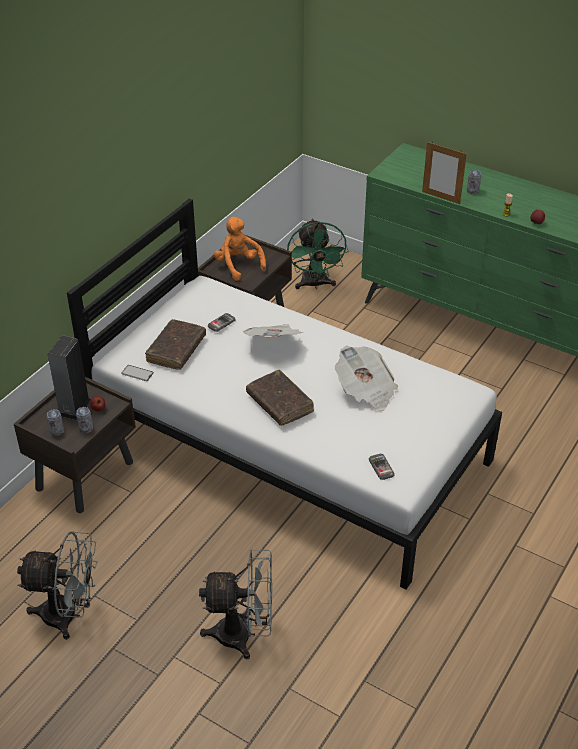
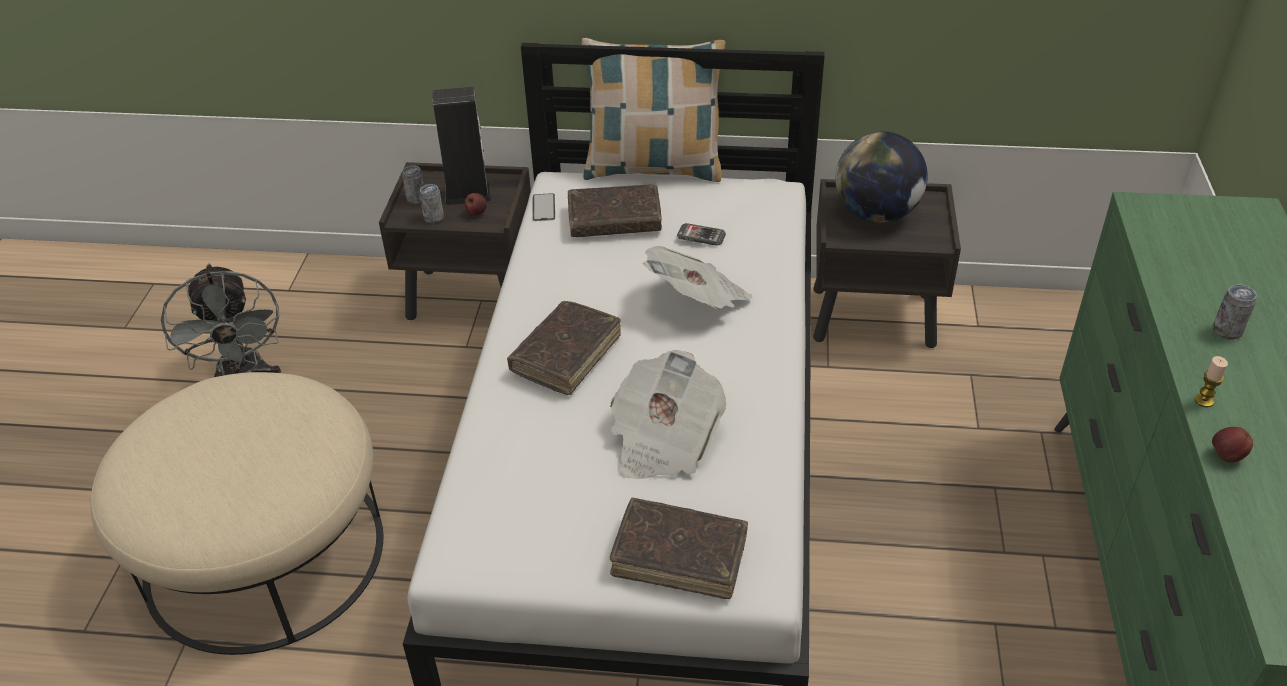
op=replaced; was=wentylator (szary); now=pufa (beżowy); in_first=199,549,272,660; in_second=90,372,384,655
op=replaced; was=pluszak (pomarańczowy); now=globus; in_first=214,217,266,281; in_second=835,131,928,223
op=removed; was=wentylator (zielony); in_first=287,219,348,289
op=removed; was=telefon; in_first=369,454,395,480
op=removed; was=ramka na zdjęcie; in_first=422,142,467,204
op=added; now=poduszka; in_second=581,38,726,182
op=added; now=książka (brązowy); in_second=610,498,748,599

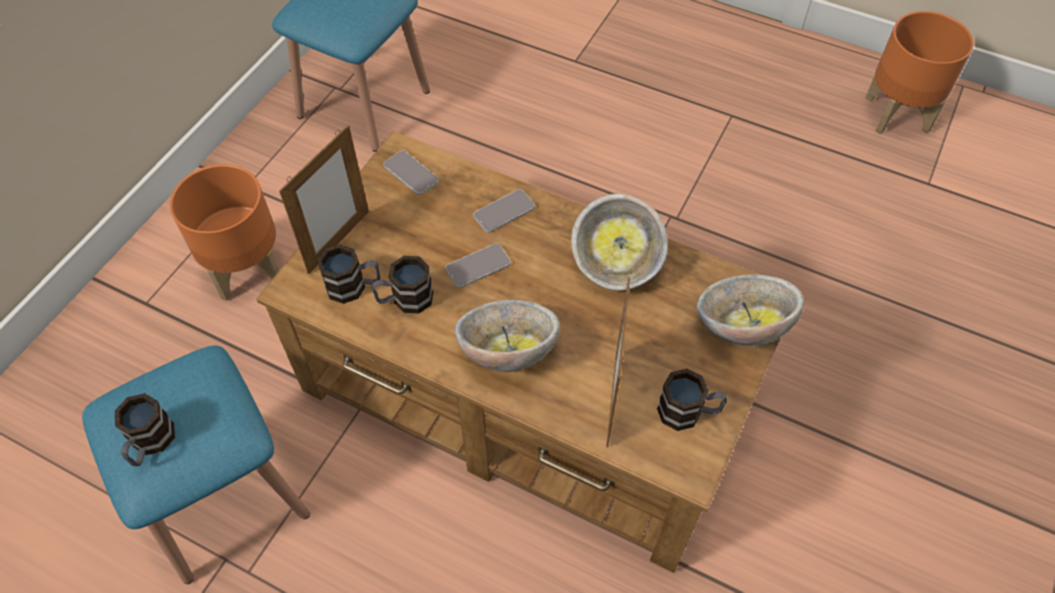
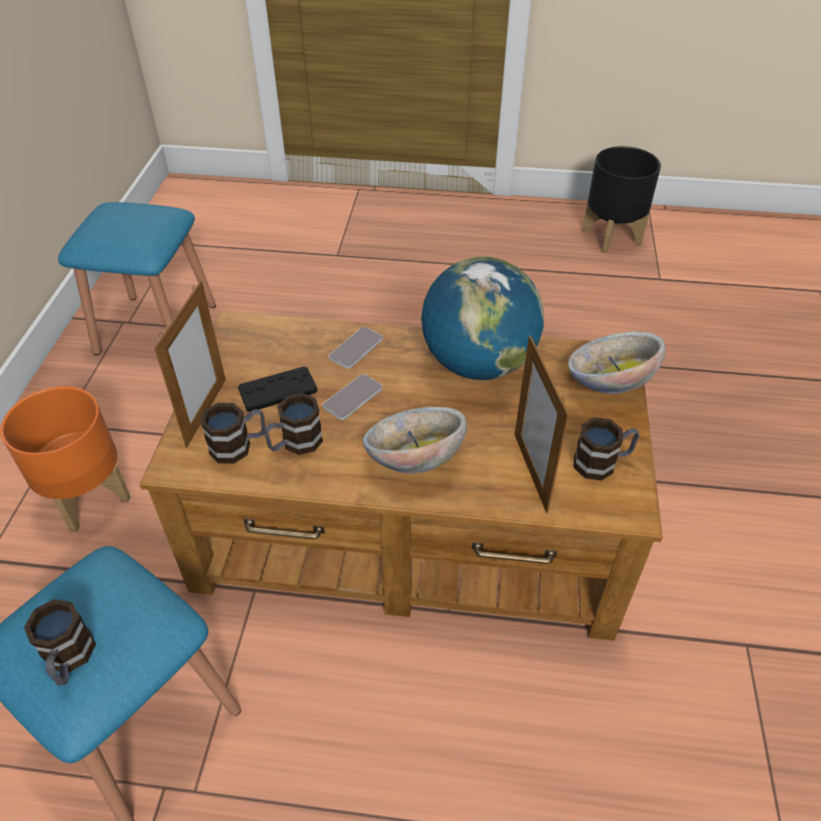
op=removed; was=telefon; in_first=383,150,439,195
op=replaced; was=miska; now=globus; in_first=571,194,668,291; in_second=421,256,544,380
op=recoloured; was=donica (pomarańczowy); now=donica (czarny); in_first=865,11,974,134; in_second=582,146,661,254
op=added; now=pad do gier (czarny); in_second=238,366,317,412

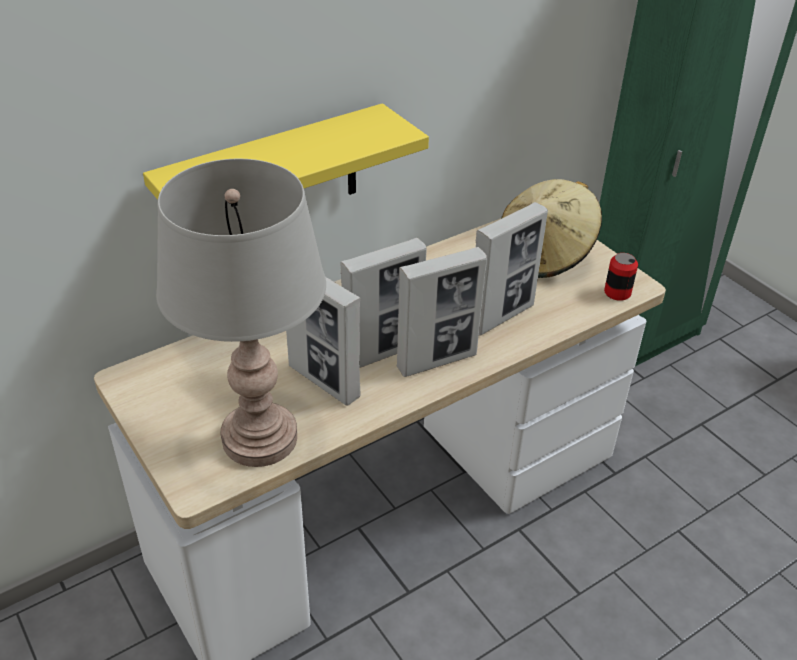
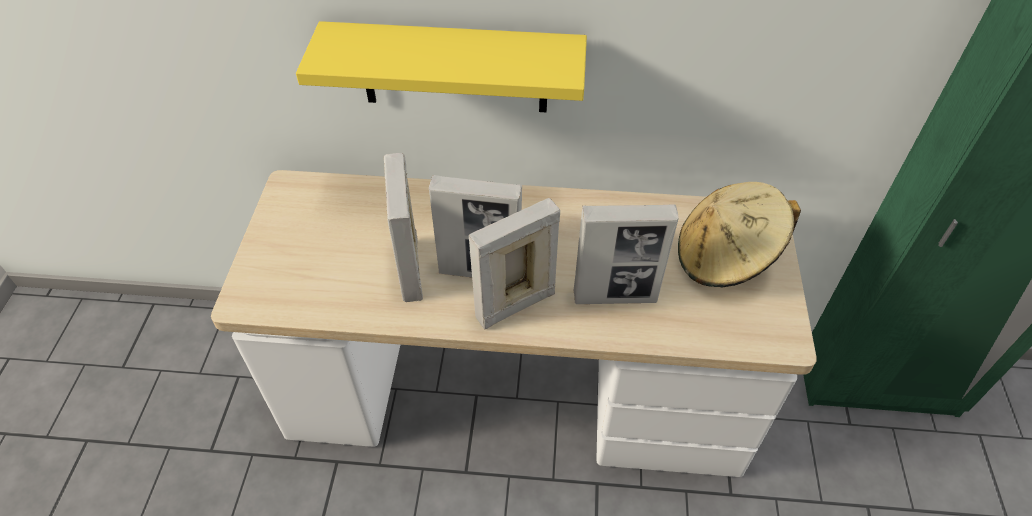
op=removed; was=lampa stołowa (szary); in_first=156,159,326,467
op=turned; was=ramka na zdjęcie; in_first=397,247,487,377; in_second=469,198,560,330; clockwise=135
op=removed; was=puszka; in_first=604,253,638,301

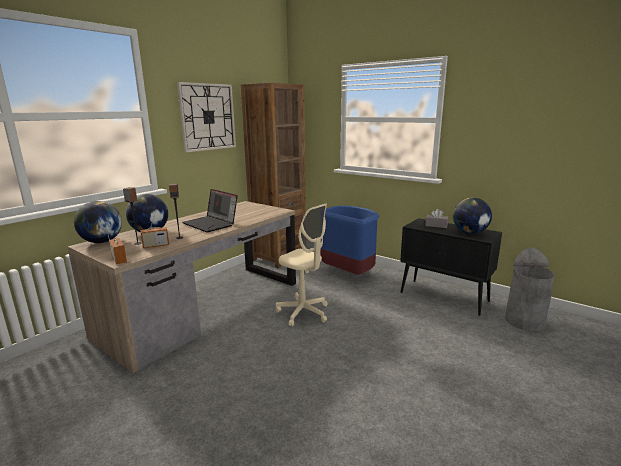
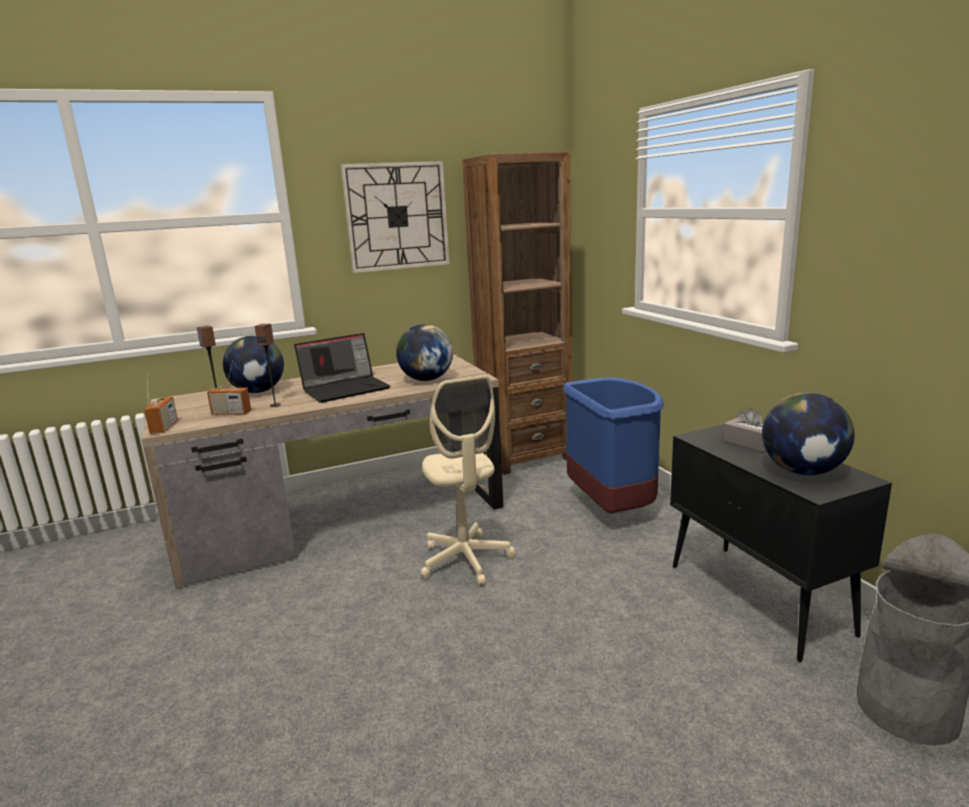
op=moved; was=globus; in_first=74,201,122,243; in_second=396,324,453,381
op=turned; was=laptop; in_first=182,189,238,232; in_second=294,333,390,403; clockwise=-105

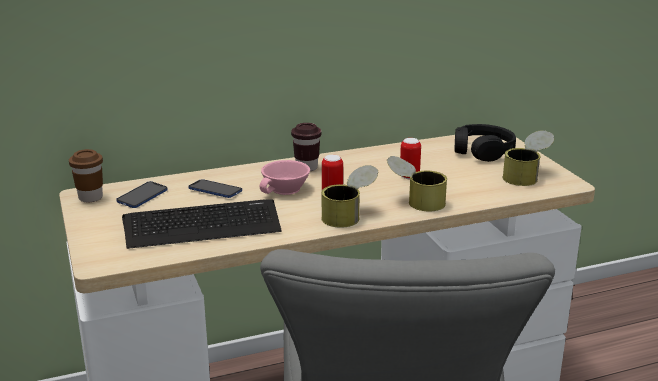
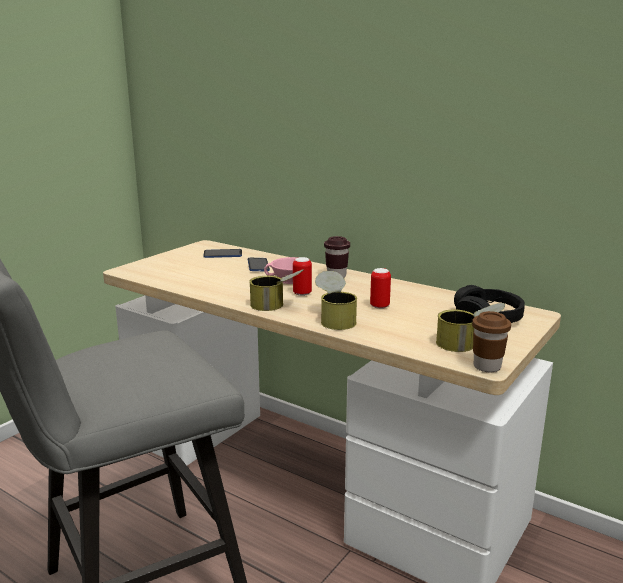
op=moved; was=filiżanka (brązowy); in_first=69,149,103,202; in_second=472,311,511,372
op=removed; was=klawiatura; in_first=122,199,281,249

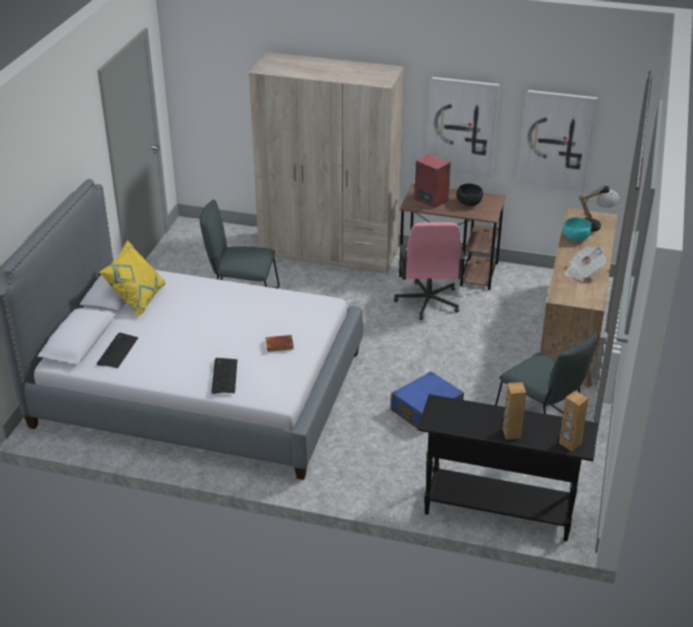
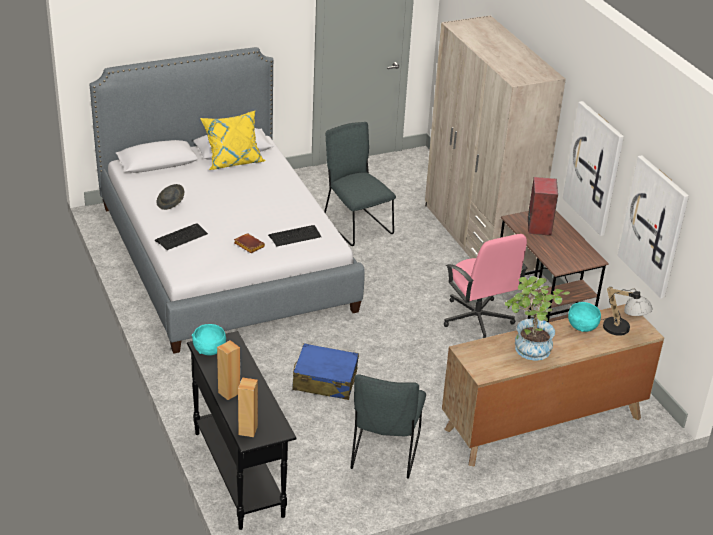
op=moved; was=klawiatura; in_first=97,333,138,368; in_second=268,225,321,246
op=turned; was=krzesło biurowe (różowy); in_first=394,222,465,320; in_second=444,234,528,338; clockwise=-75
op=removed; was=miska (czarny); in_first=457,183,483,206
op=replaced; was=gazeta; now=roślina doniczkowa; in_first=565,246,606,280; in_second=505,276,570,361
op=added; now=kapelusz (szary); in_second=157,184,184,210
op=added; now=miska (turkusowy); in_second=192,324,226,356

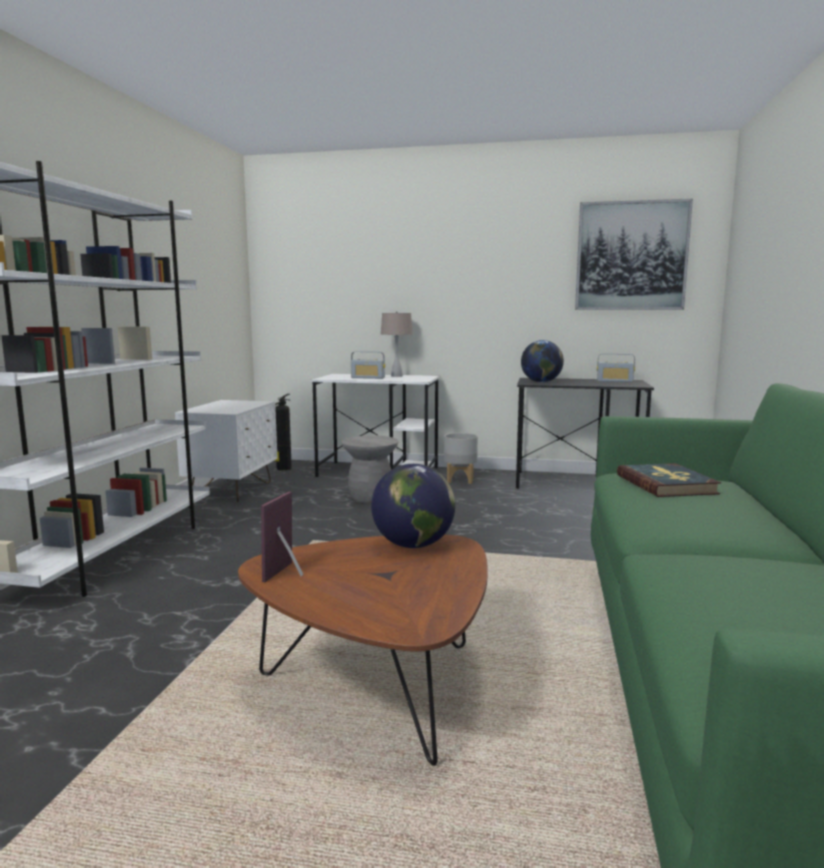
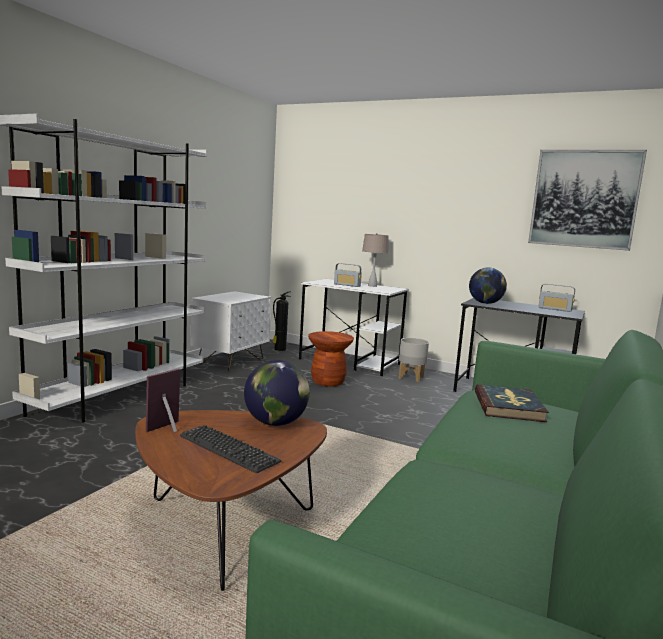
op=recoloured; was=stołek (szary); now=stołek (brązowy); in_first=341,435,399,503; in_second=308,331,354,387
op=added; now=klawiatura; in_second=180,425,281,473

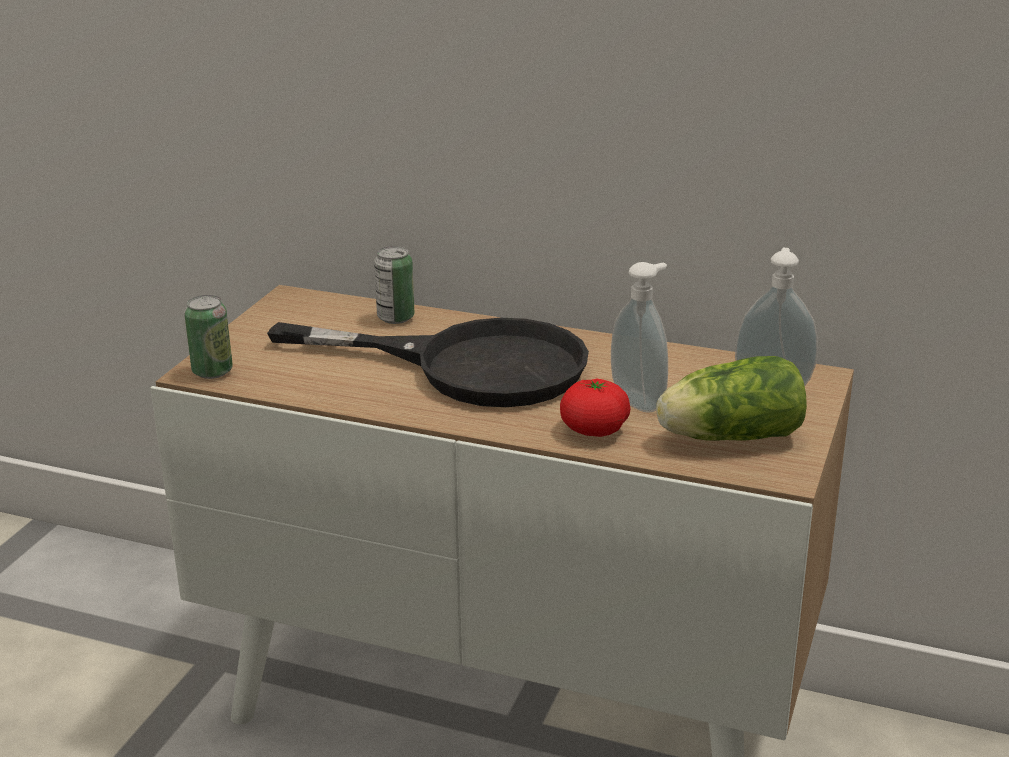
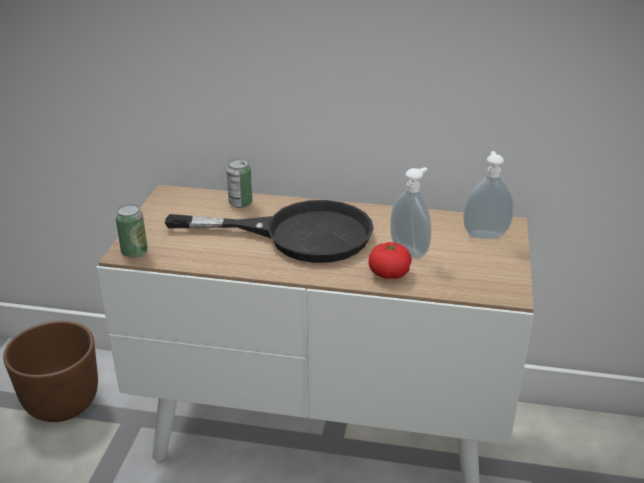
op=removed; was=sałata; in_first=656,356,807,441
op=added; now=donica (brązowy); in_second=3,321,98,422

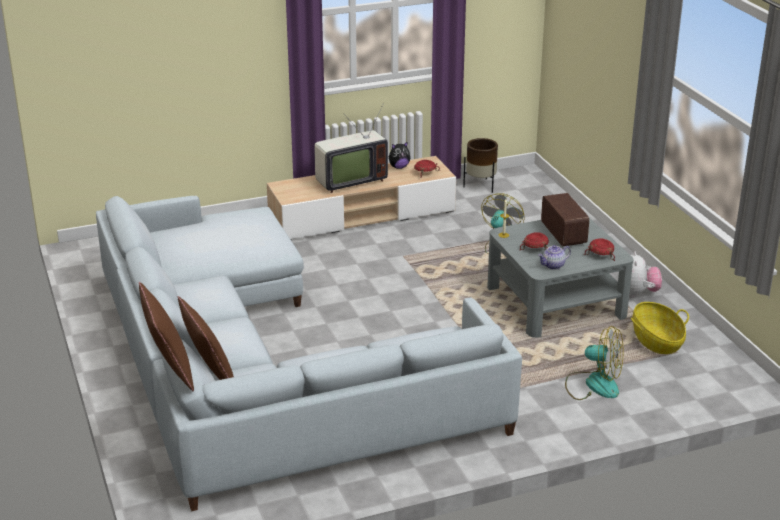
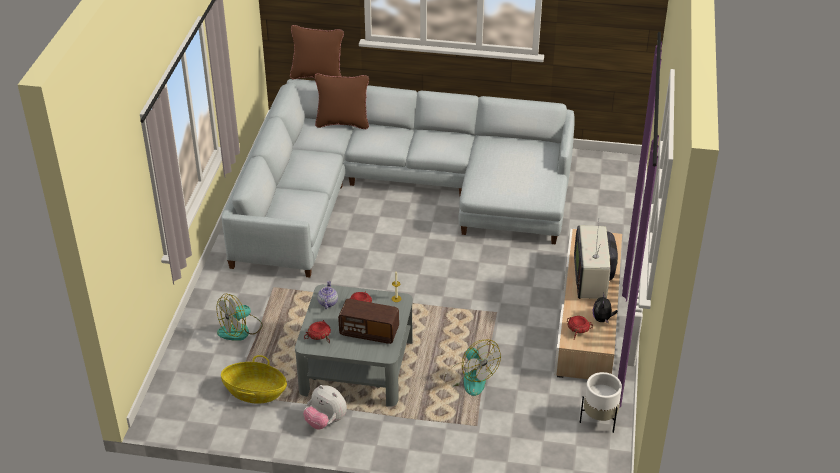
op=recoloured; was=donica (brązowy); now=donica (biały); in_first=463,138,498,193; in_second=580,372,622,433

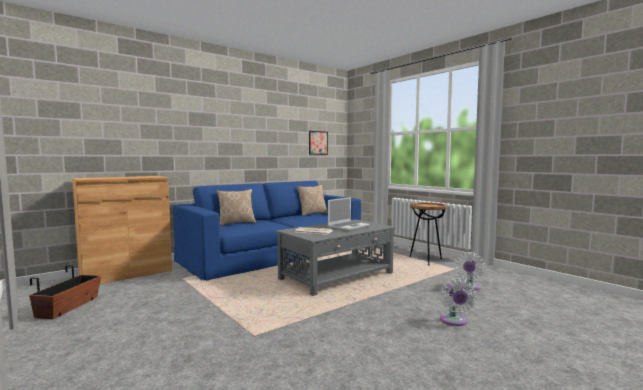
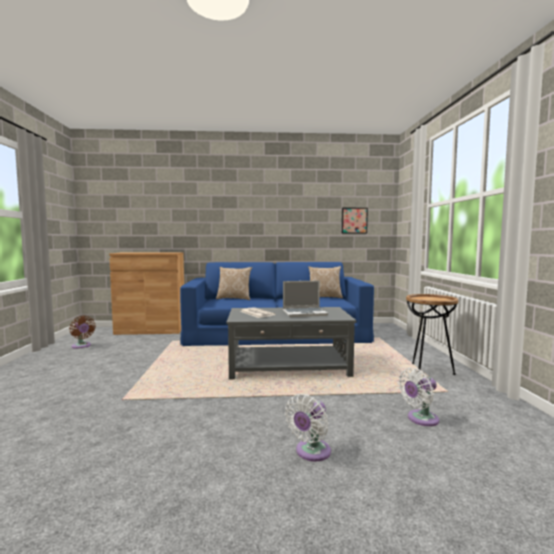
op=replaced; was=donica; now=wentylator (brązowy); in_first=29,265,101,319; in_second=69,316,96,349

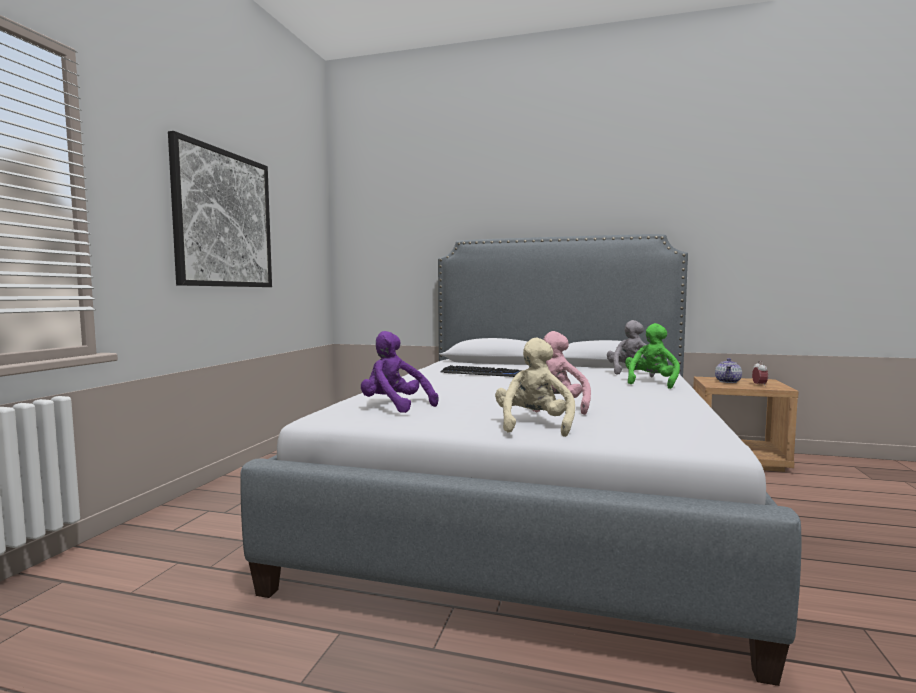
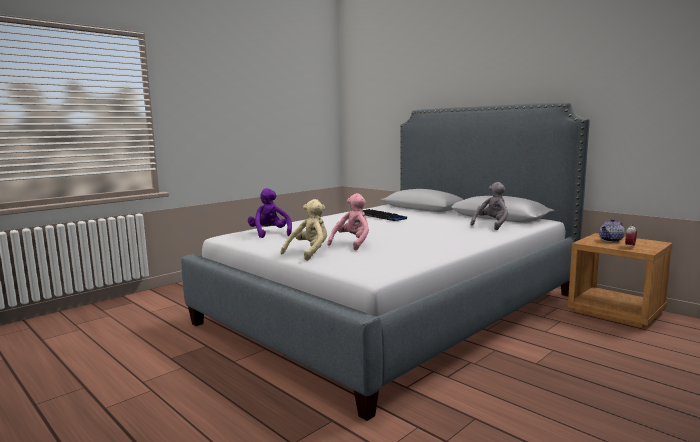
op=removed; was=obraz; in_first=168,131,272,287
op=removed; was=pluszak (zielony); in_first=625,323,680,389

